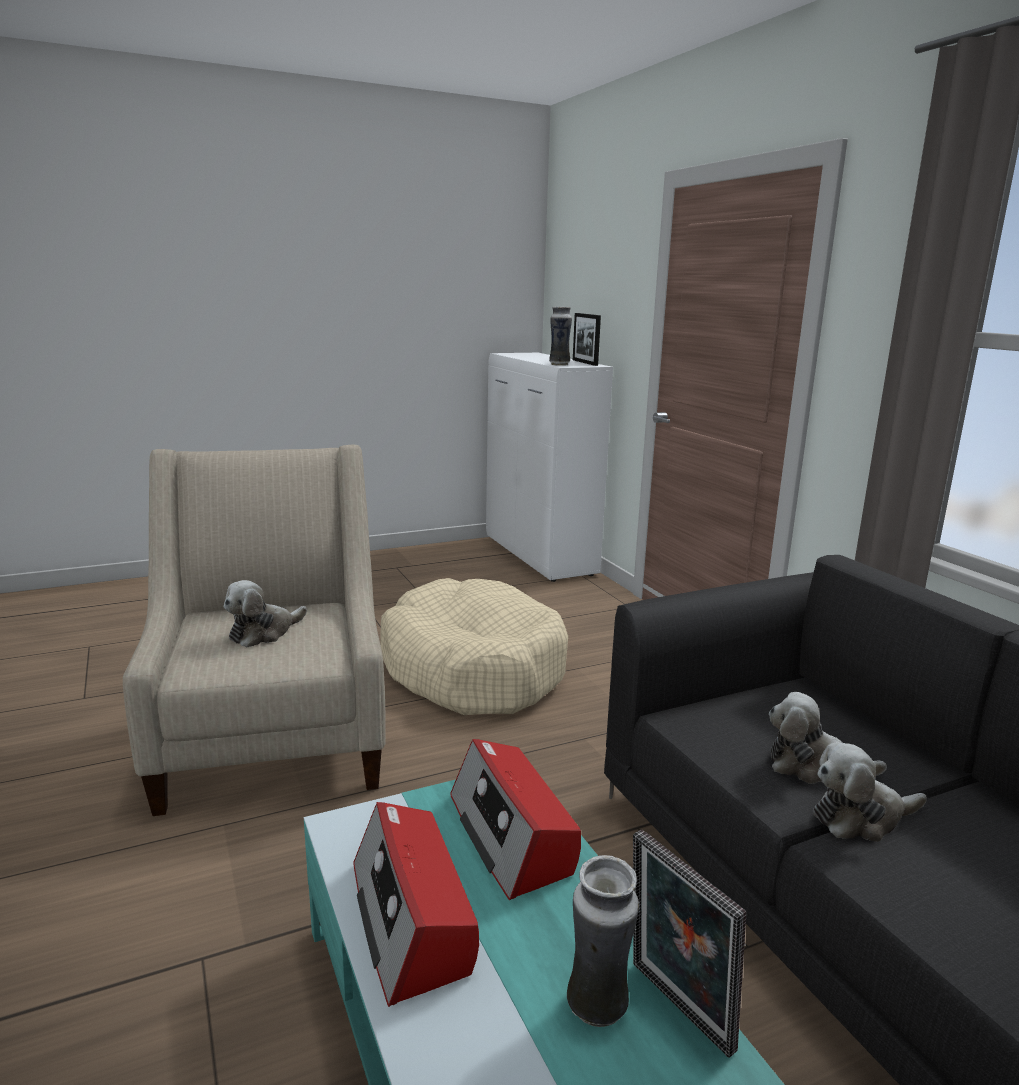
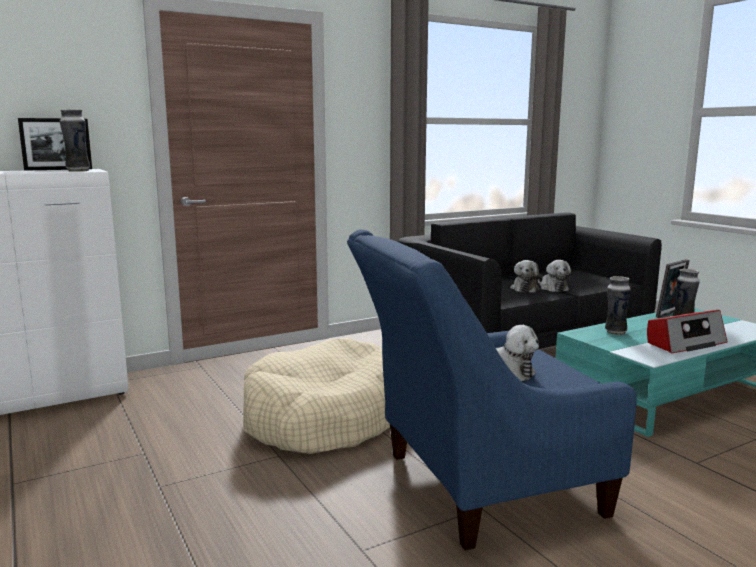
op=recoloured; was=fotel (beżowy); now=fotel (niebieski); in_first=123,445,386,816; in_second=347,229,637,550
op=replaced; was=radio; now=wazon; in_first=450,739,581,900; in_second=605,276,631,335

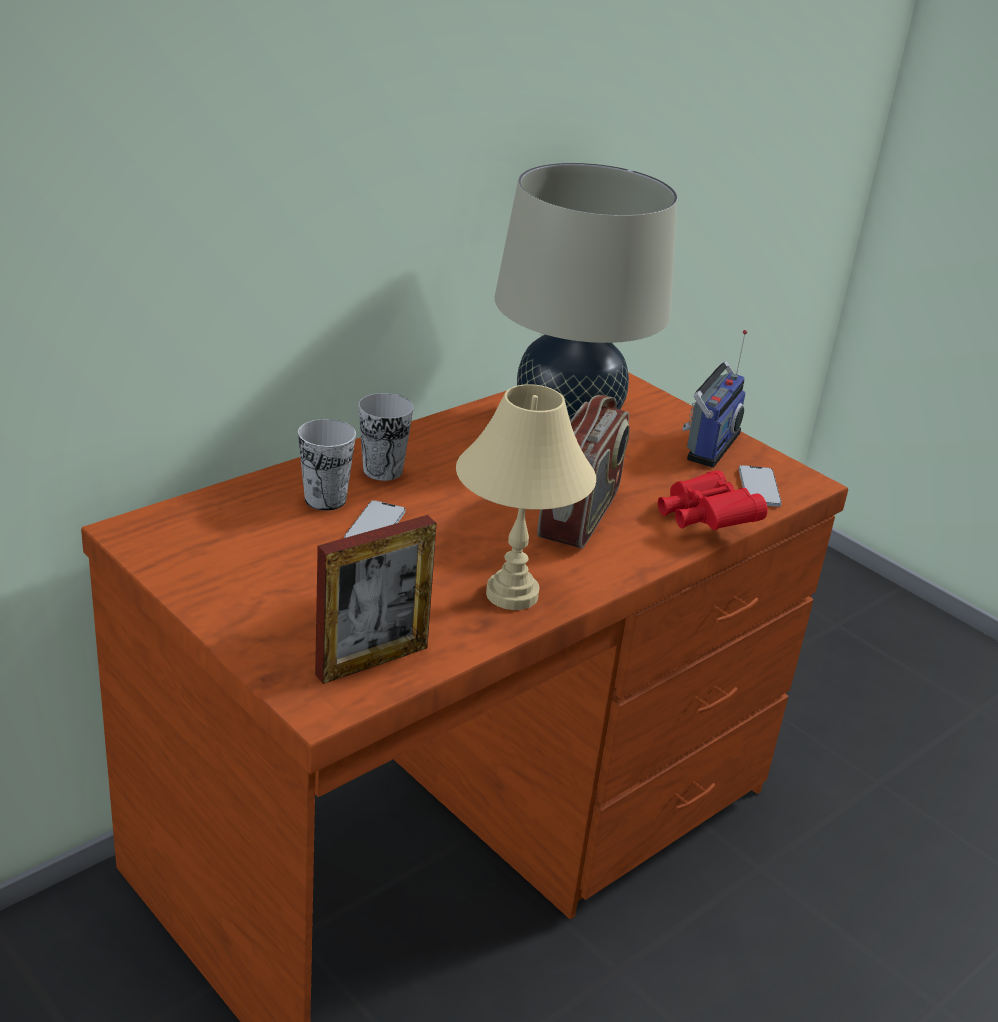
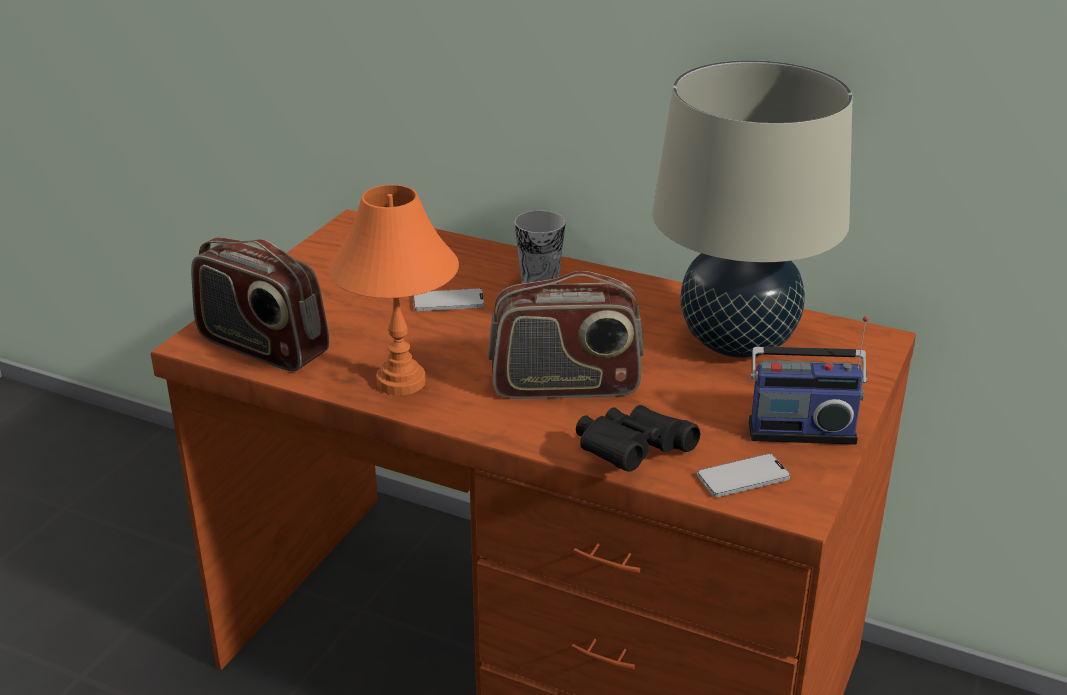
op=removed; was=filiżanka; in_first=298,419,356,511
op=replaced; was=ramka na zdjęcie; now=radio; in_first=315,515,437,684; in_second=191,237,329,371
op=recoloured; was=lampa stołowa (beżowy); now=lampa stołowa (pomarańczowy); in_first=456,384,596,610; in_second=329,185,459,395
op=recoloured; was=lornetka (czerwony); now=lornetka (czarny); in_first=658,470,768,530; in_second=576,405,700,472

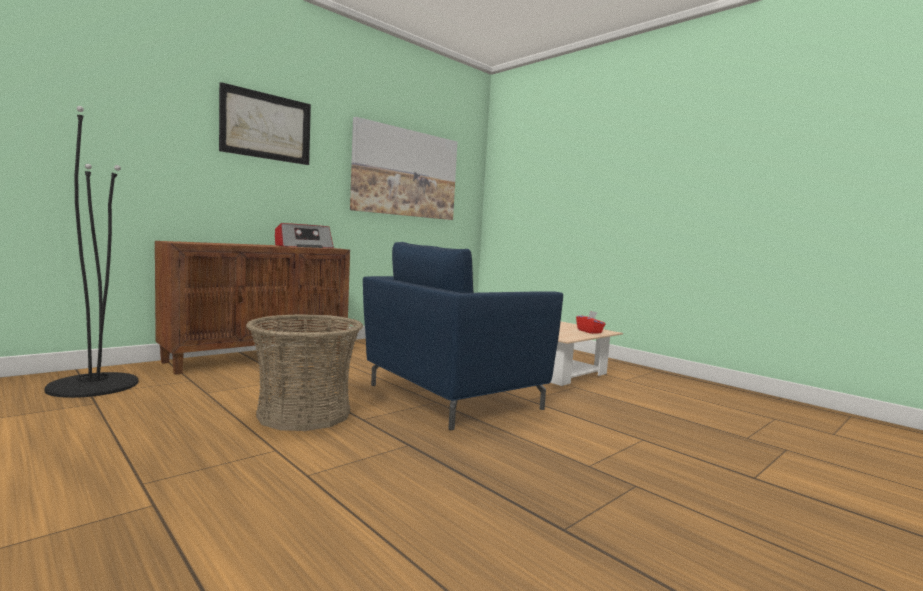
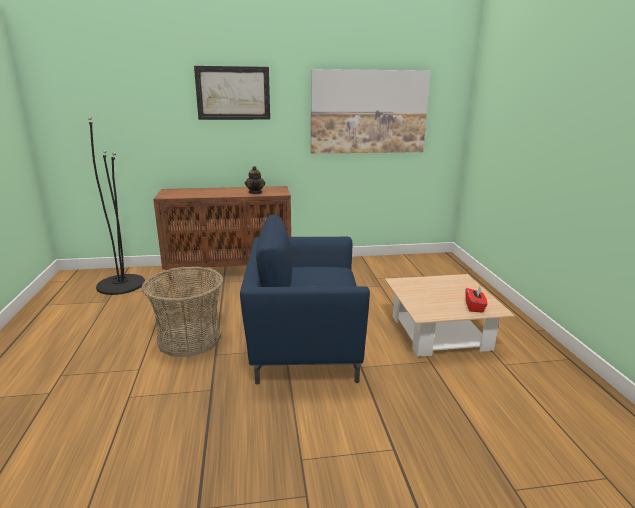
op=replaced; was=radio; now=imbryk; in_first=275,223,334,248; in_second=245,166,265,194

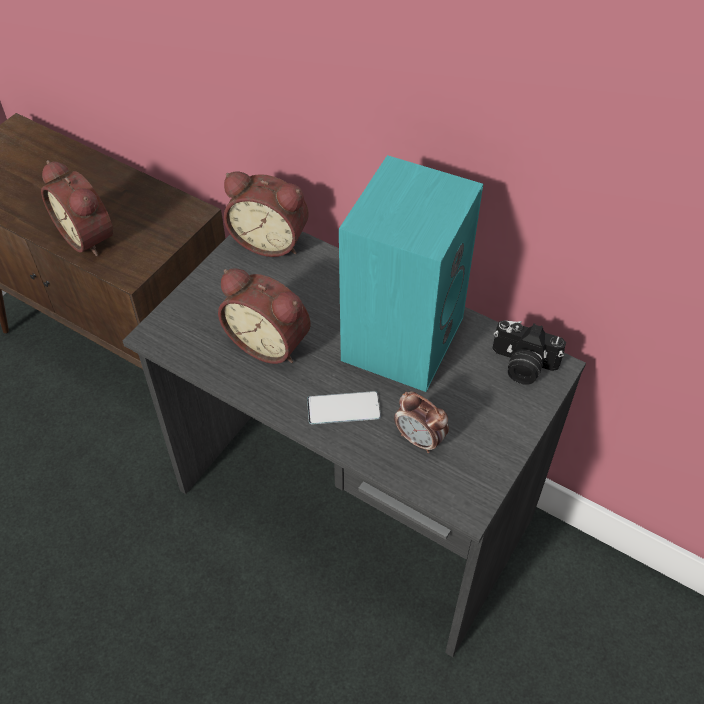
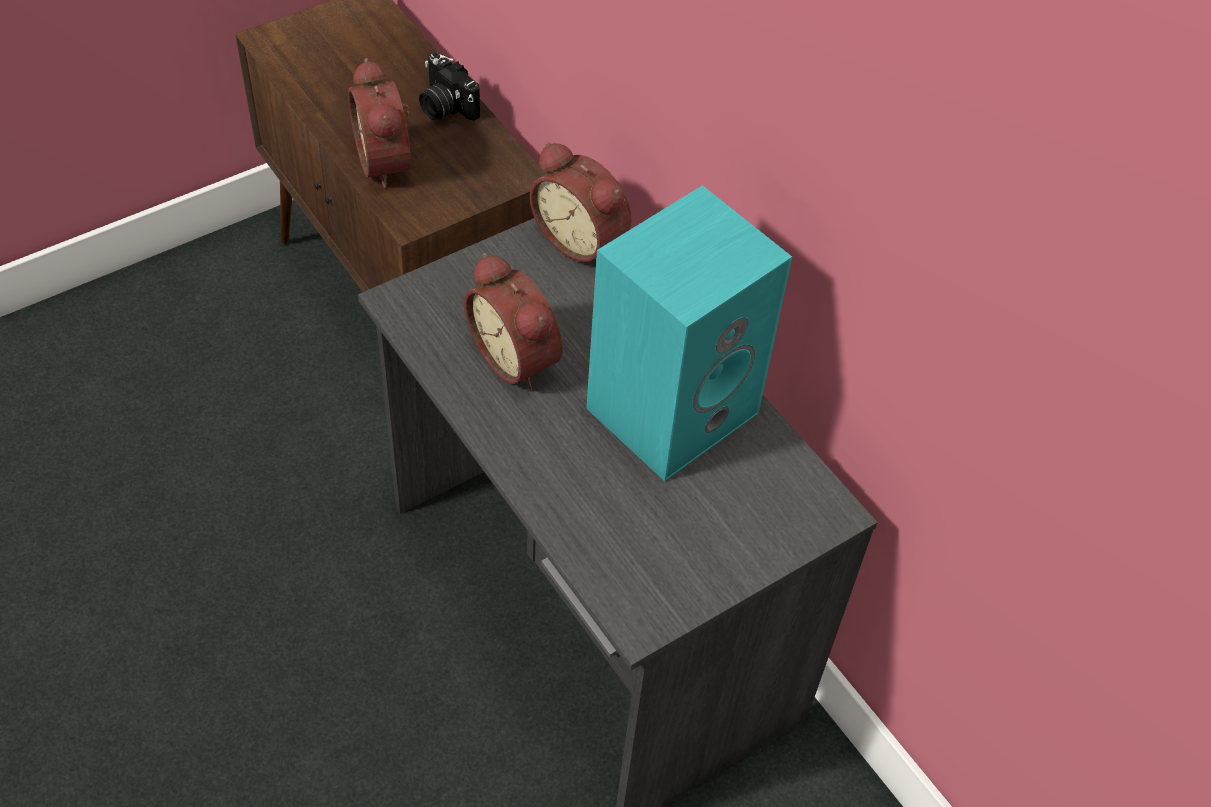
op=removed; was=telefon; in_first=307,391,381,425
op=removed; was=budzik; in_first=394,391,449,453
op=moved; was=aparat fotograficzny; in_first=492,320,566,385; in_second=419,52,480,121

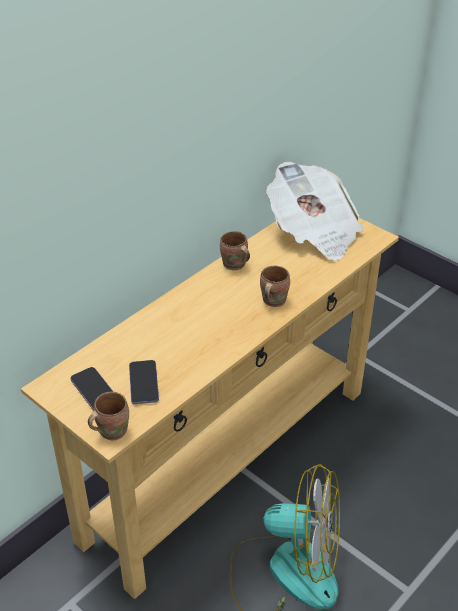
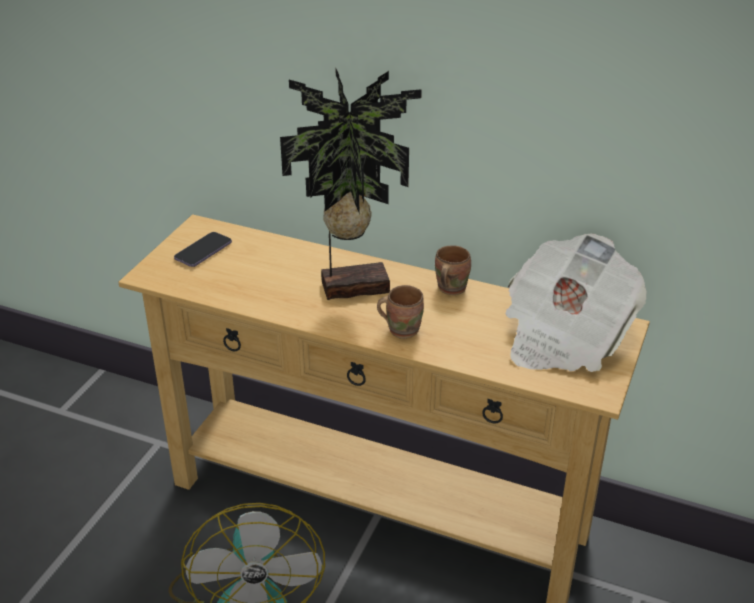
op=removed; was=kubek (brązowy); in_first=88,392,129,440
op=removed; was=telefon; in_first=129,360,159,404
op=added; now=roślina doniczkowa; in_second=280,67,422,300

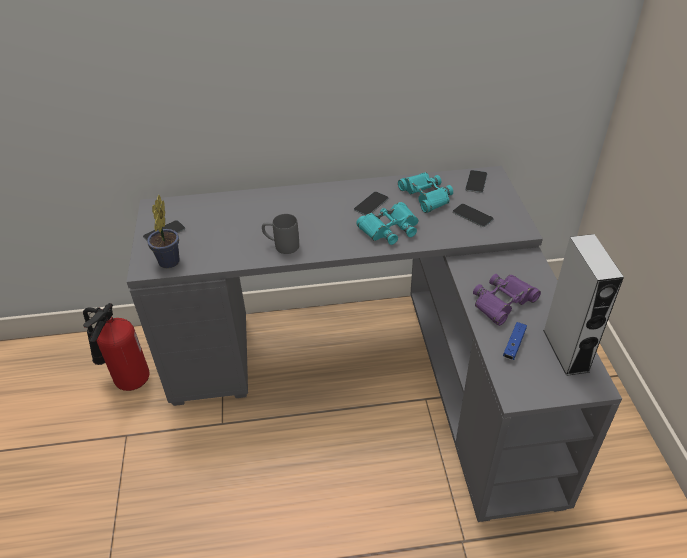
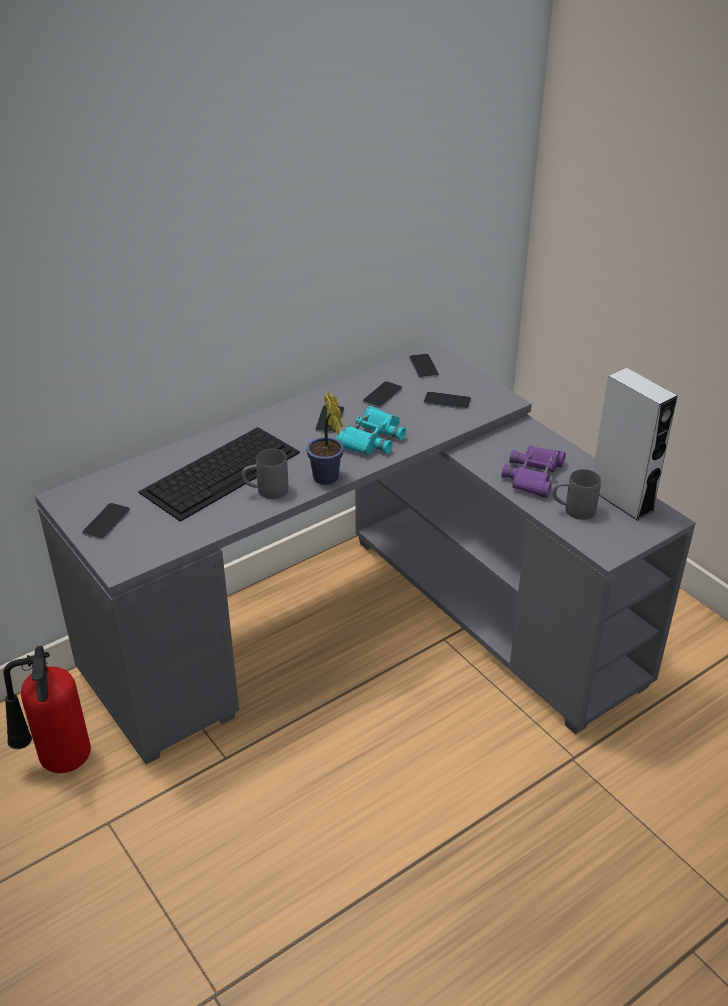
op=moved; was=roślina doniczkowa; in_first=147,195,180,268; in_second=306,392,344,485
op=replaced; was=lornetka (turkusowy); now=telefon; in_first=398,172,453,213; in_second=363,381,402,408
op=replaced; was=pad do gier (niebieski); now=kubek (szary); in_first=503,322,527,360; in_second=553,469,601,520
op=added; now=klawiatura; in_second=138,427,300,522

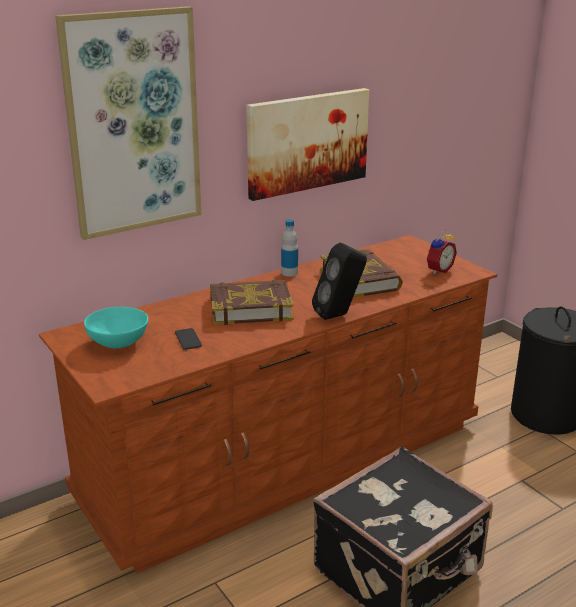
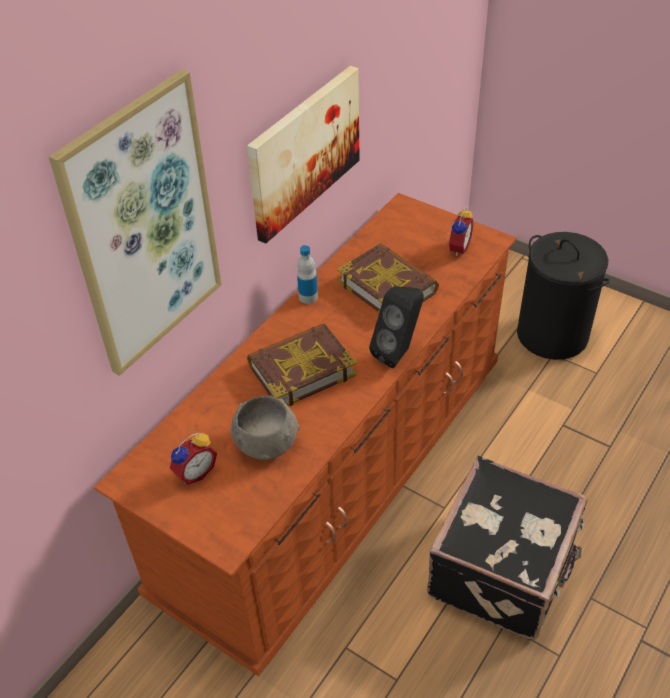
op=replaced; was=miska (turkusowy); now=budzik; in_first=84,307,148,348; in_second=170,433,217,485
op=replaced; was=telefon; now=miska (szary); in_first=175,328,202,350; in_second=230,396,299,460

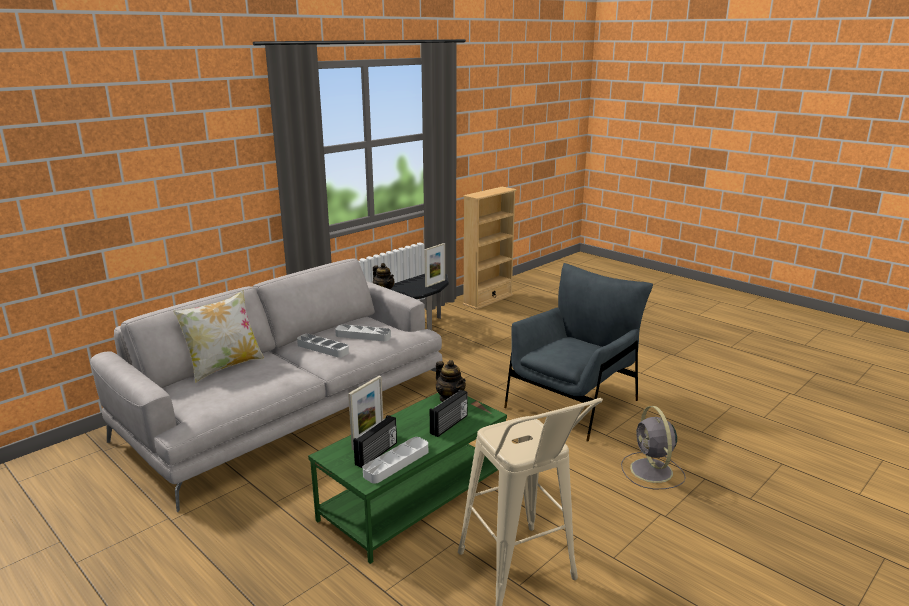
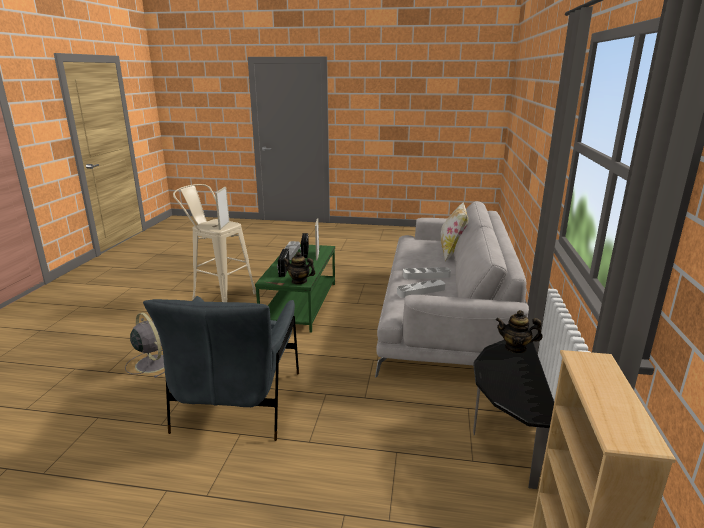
op=moved; was=ramka na zdjęcie; in_first=424,243,445,287; in_second=215,187,230,230

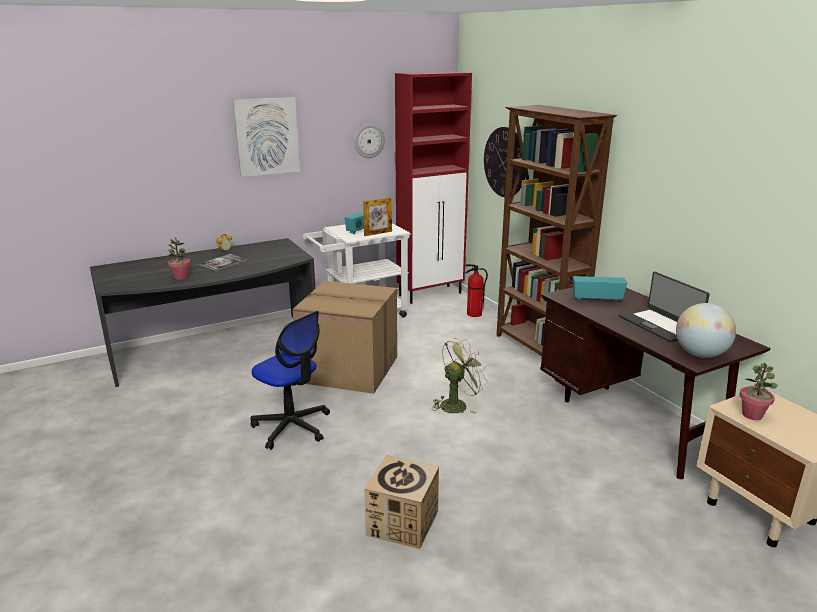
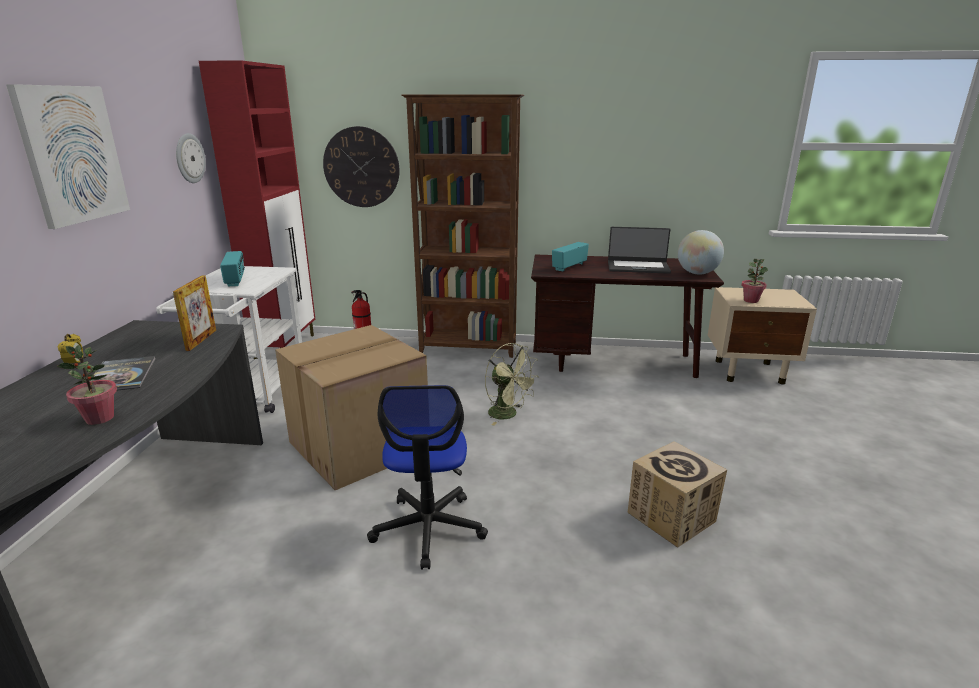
op=turned; was=krzesło biurowe; in_first=251,311,330,450; in_second=367,385,488,570; clockwise=105
op=moved; was=ramka na zdjęcie; in_first=363,197,392,236; in_second=173,275,216,351
op=turned; was=wentylator (zielony); in_first=432,338,488,414; in_second=485,343,539,426; clockwise=135

